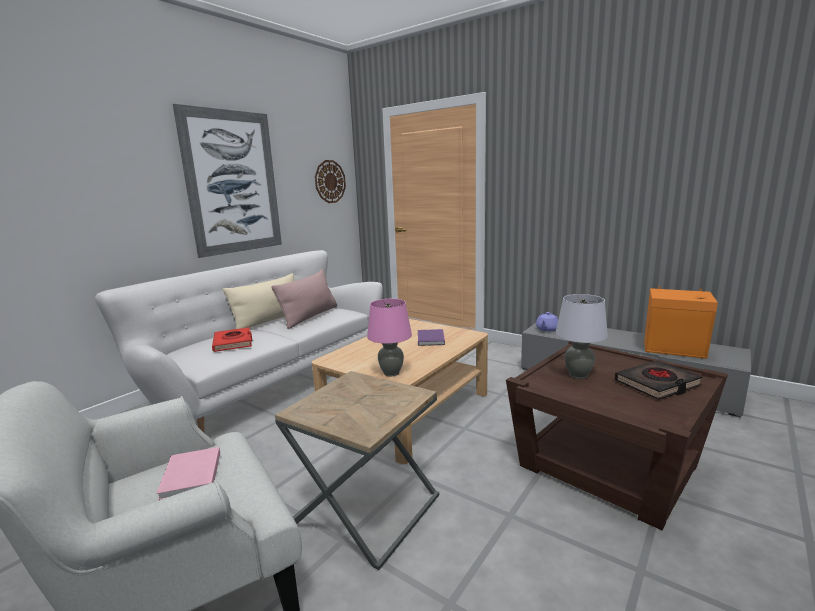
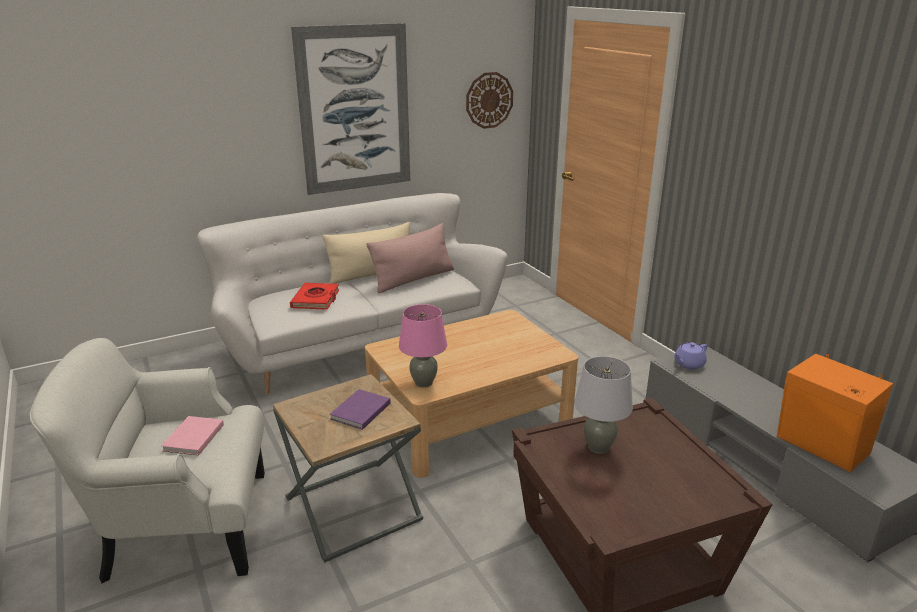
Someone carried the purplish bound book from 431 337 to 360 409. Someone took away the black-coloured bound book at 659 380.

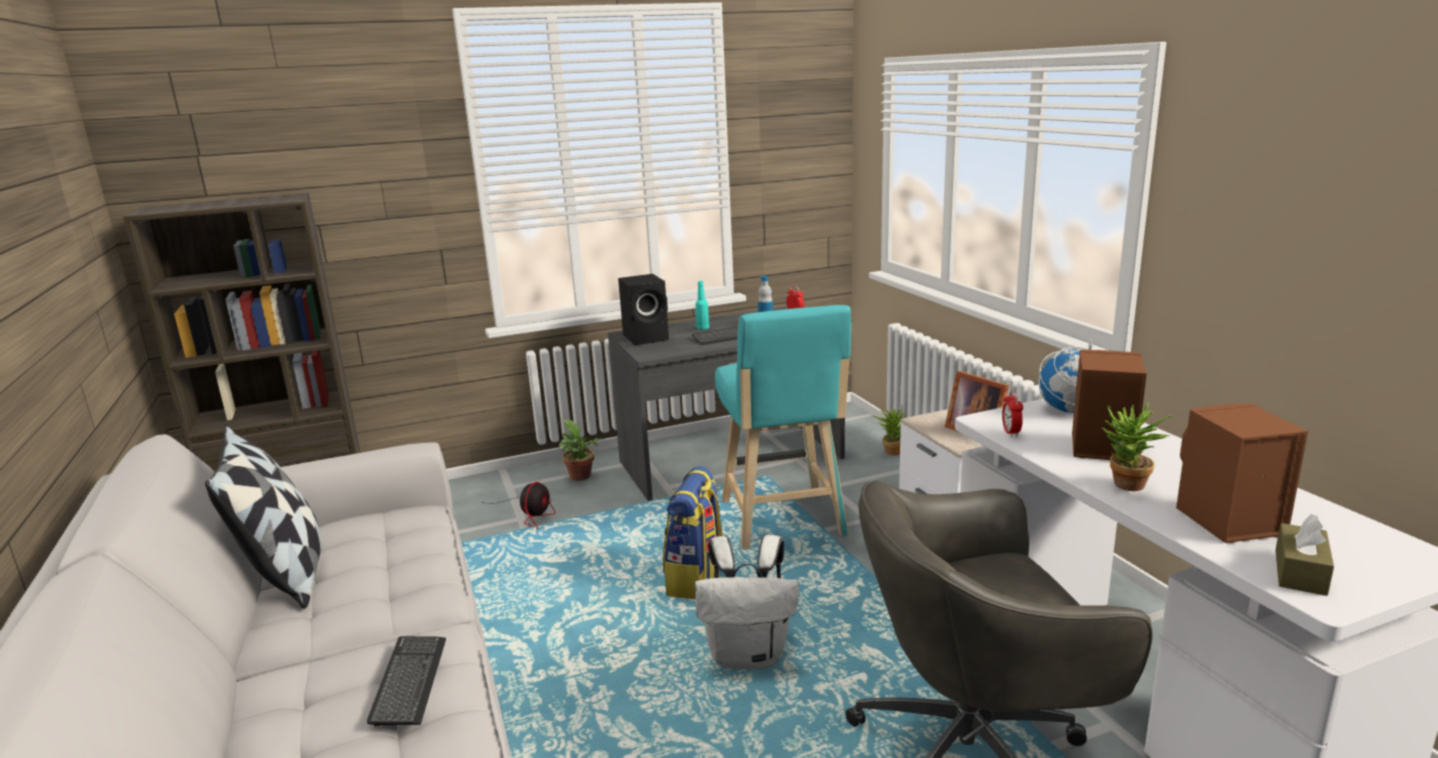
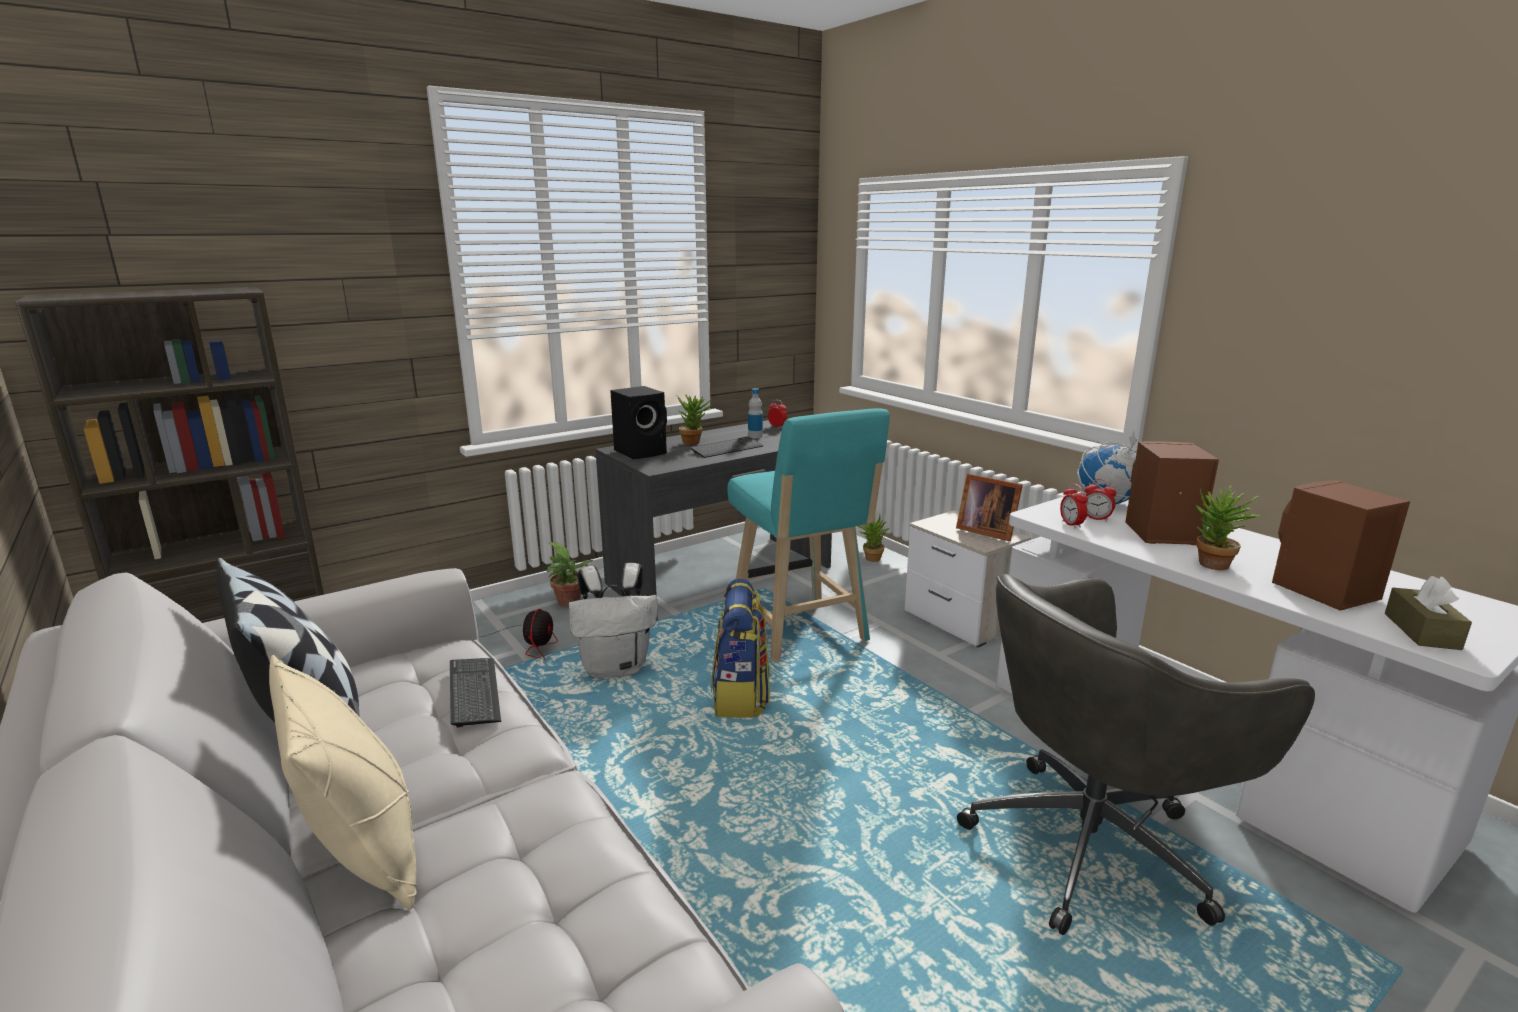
Someone swapped the turquoise-coloured bottle at 702 305 for the houseplant at 694 419. Someone carried the white rucksack from 747 602 to 613 620. Someone carried the keyboard from 406 681 to 475 693. Someone put down the bedside clock at 1100 500. Someone put down the beige pillow at 343 782.

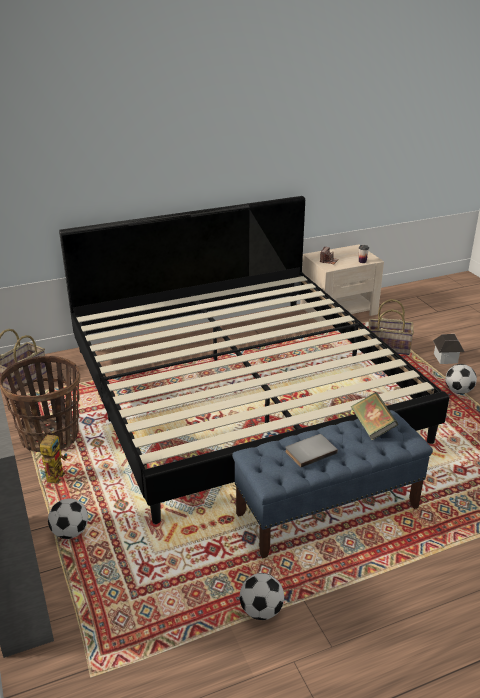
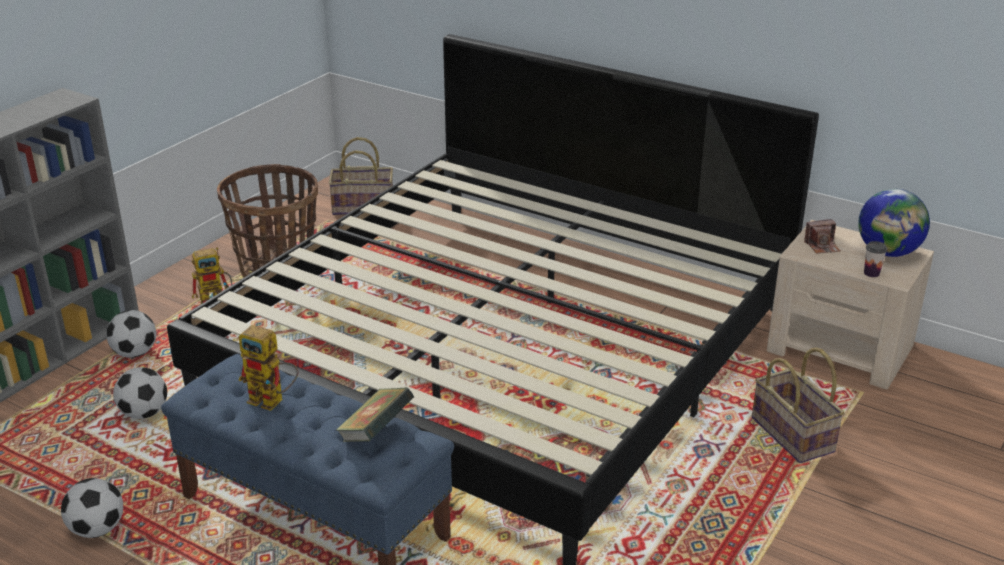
Someone took away the model house at 449 349. Someone carried the football ball from 461 379 to 140 393. Someone swapped the greyish bound book at 311 451 for the robot figure at 268 368. Someone put down the desk globe at 894 223.

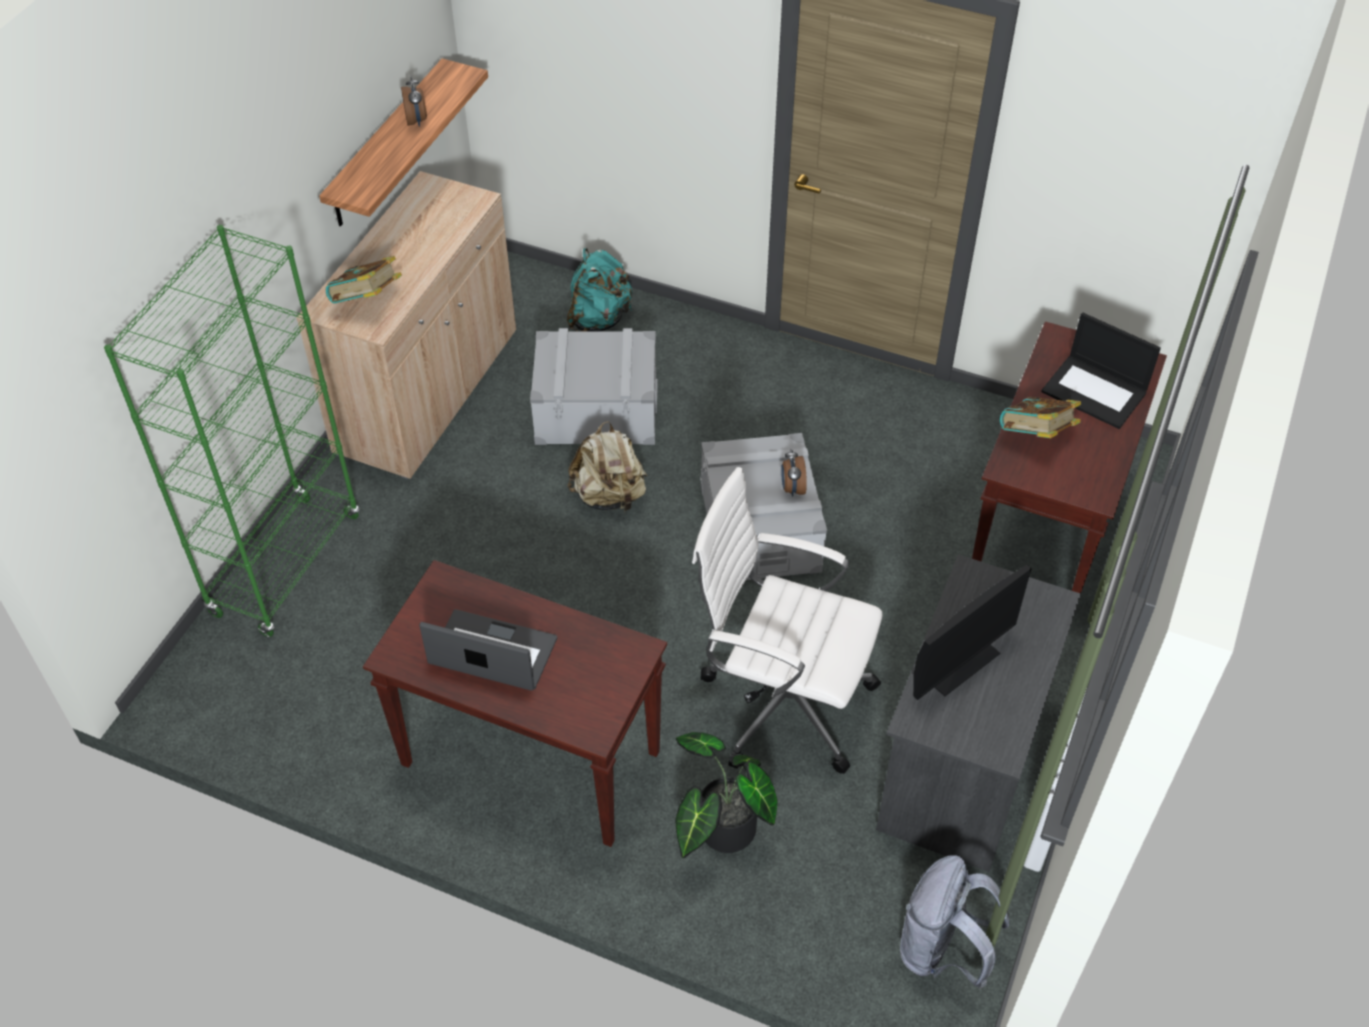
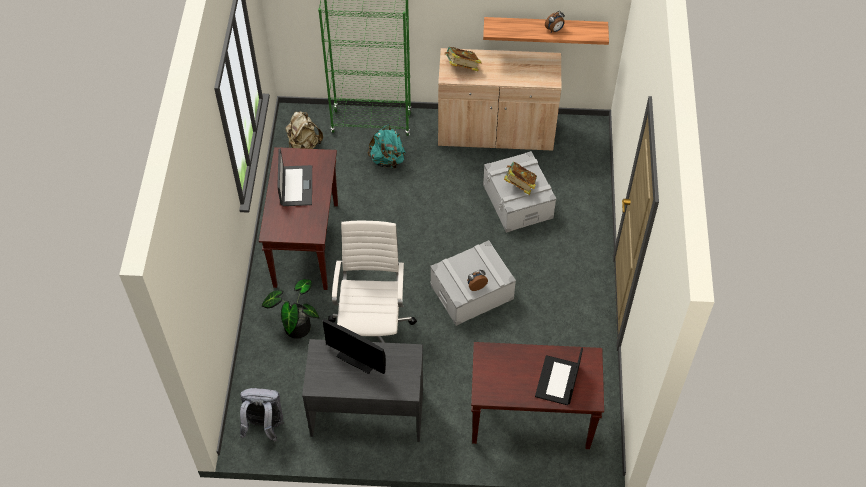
Someone carried the turquoise-coloured rucksack from 599 289 to 386 146. Someone carried the bound book from 1040 417 to 520 178. Someone carried the beige rucksack from 607 467 to 304 130.

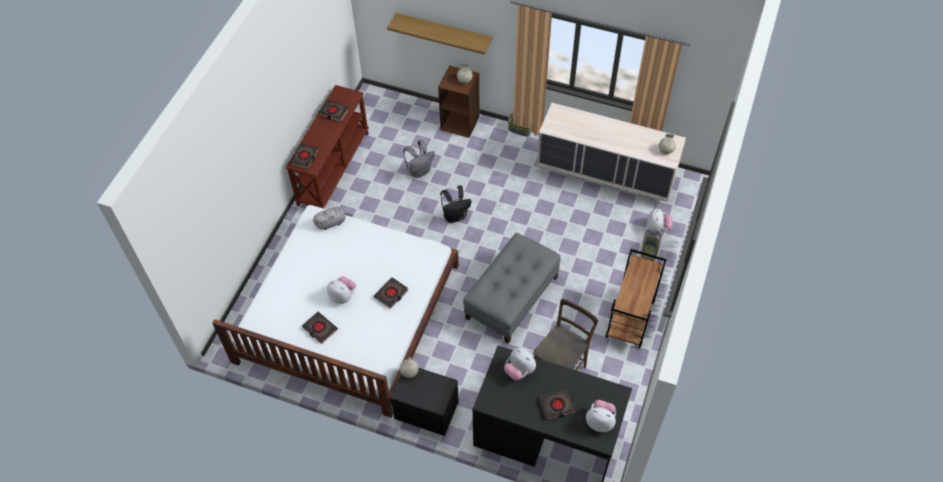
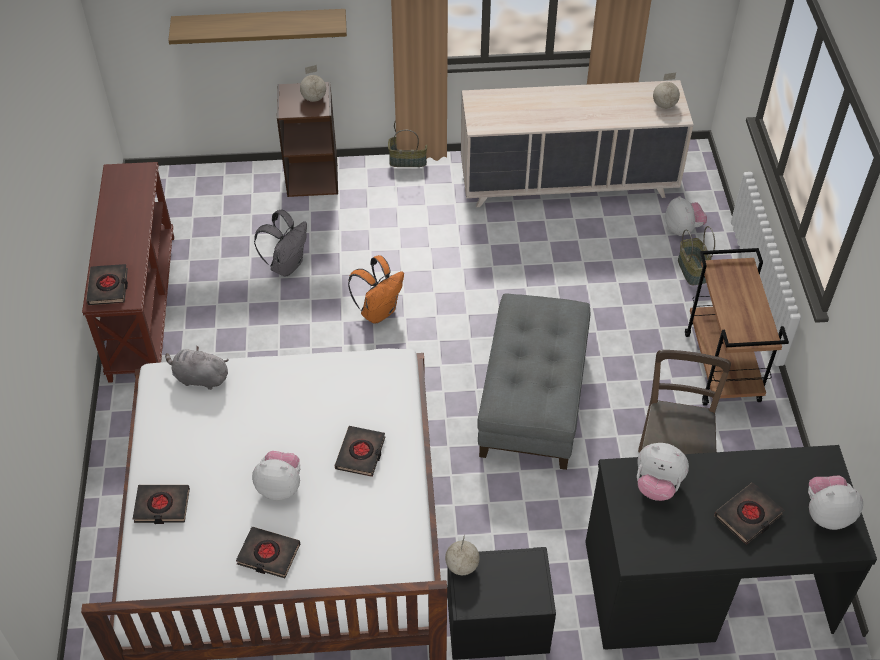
Someone carried the black-coloured bound book from 334 110 to 161 504. Someone repainted the black-coloured rucksack at 455 204, which became the orange rucksack at 376 289. Someone rotated the greyish soft toy at 333 218 by 120 degrees counterclockwise.

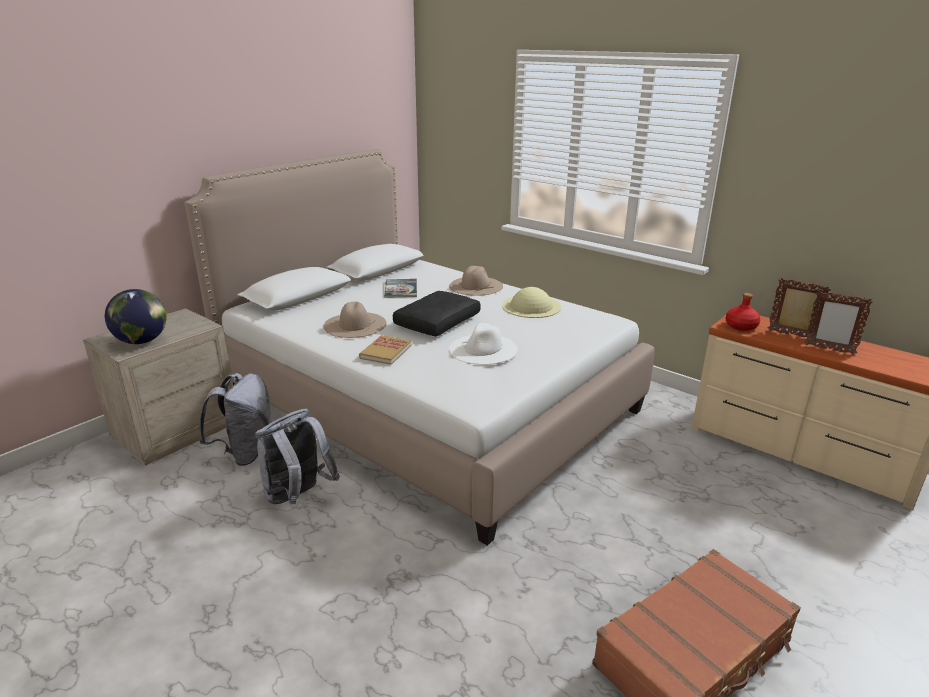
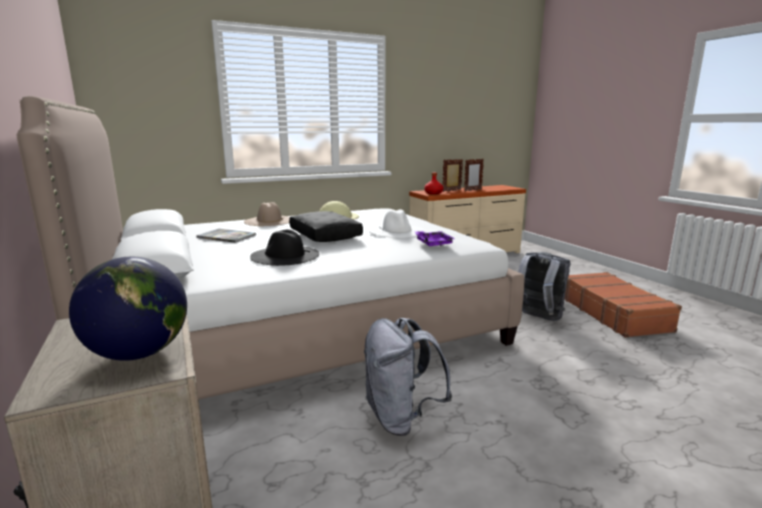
Someone repainted the beige wearable hat at 355 319, which became the black-coloured wearable hat at 285 247. Someone took away the bound book at 385 350. Someone carried the greyish rucksack from 235 419 to 544 286. Someone put down the purplish carrying tray at 435 238.

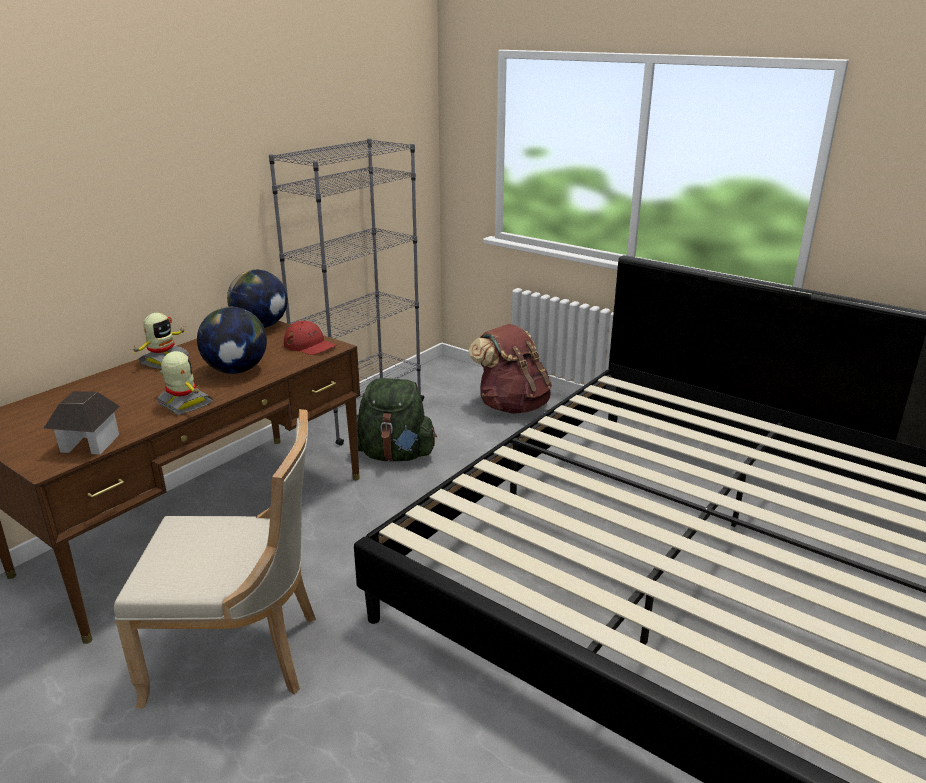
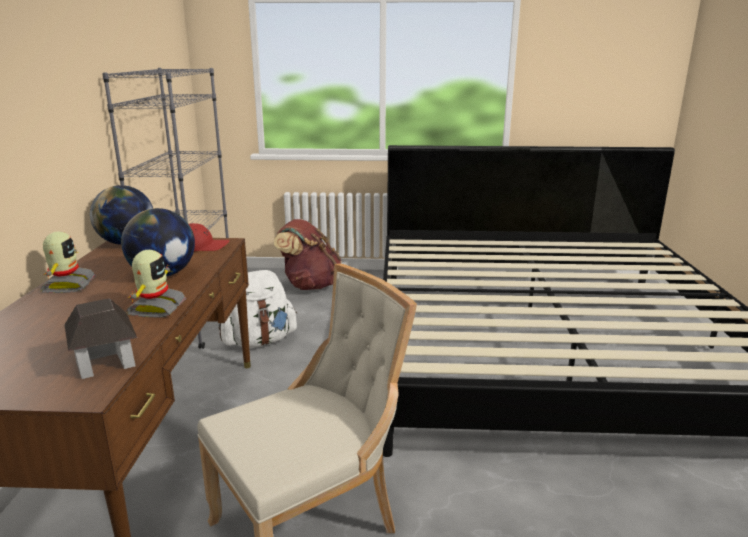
Someone rotated the robot figure at 185 383 by 90 degrees clockwise. Someone repainted the greenish rucksack at 397 420, which became the white rucksack at 258 309.

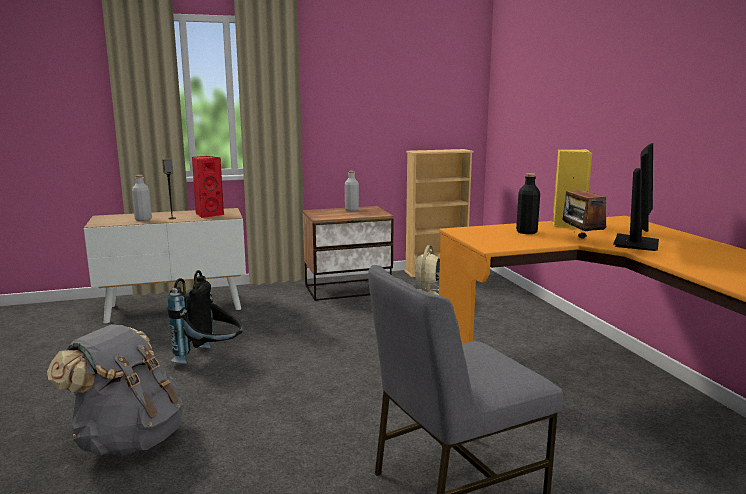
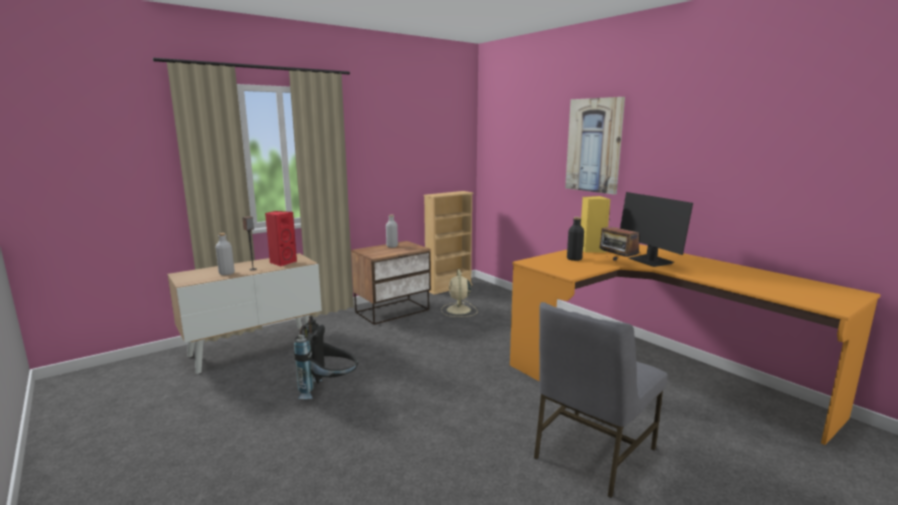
Someone rotated the computer screen at 636 197 by 150 degrees clockwise. Someone took away the greyish rucksack at 114 390. Someone put up the wall picture at 595 145.

